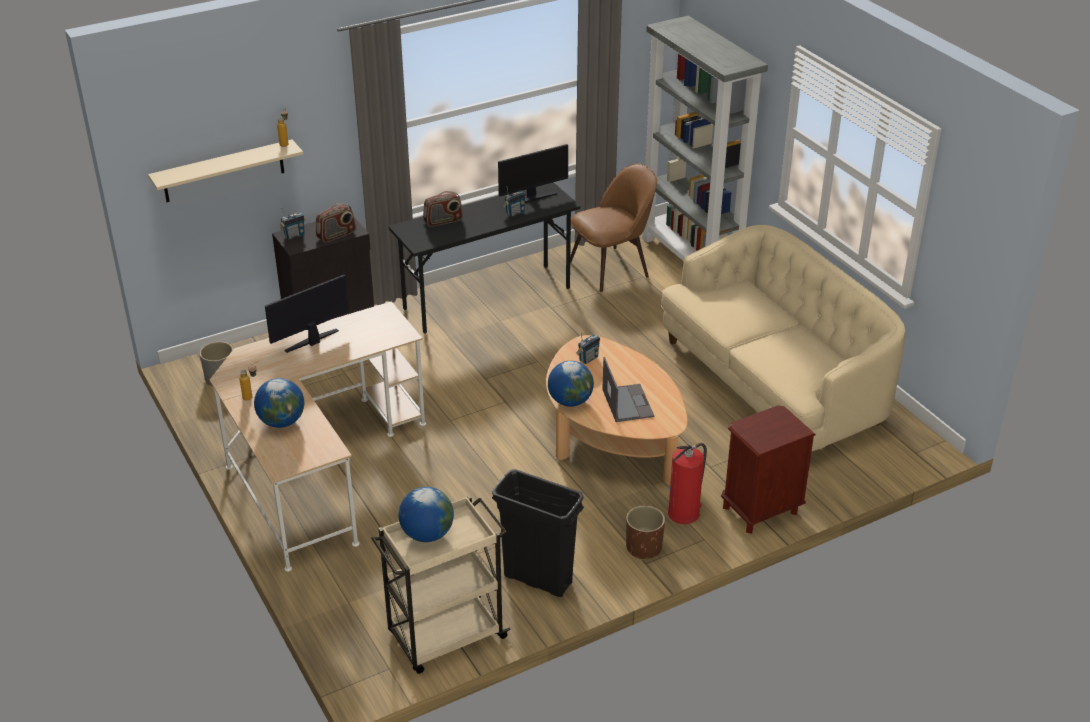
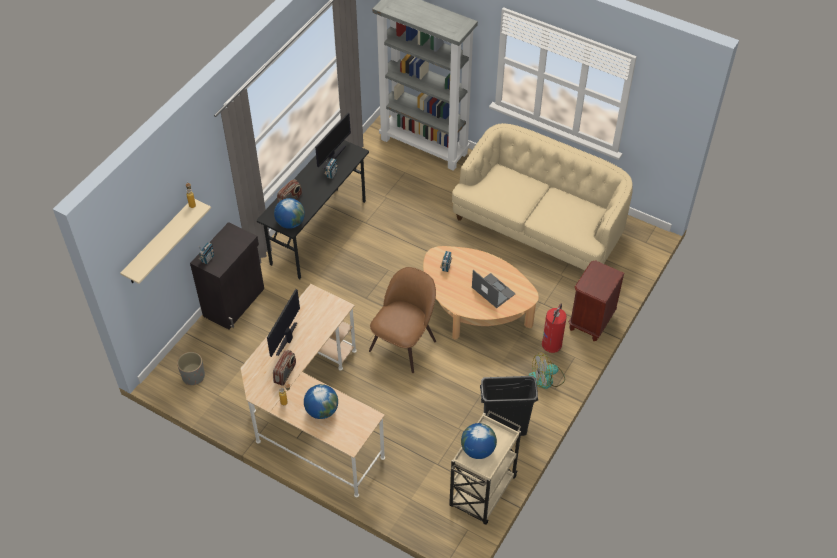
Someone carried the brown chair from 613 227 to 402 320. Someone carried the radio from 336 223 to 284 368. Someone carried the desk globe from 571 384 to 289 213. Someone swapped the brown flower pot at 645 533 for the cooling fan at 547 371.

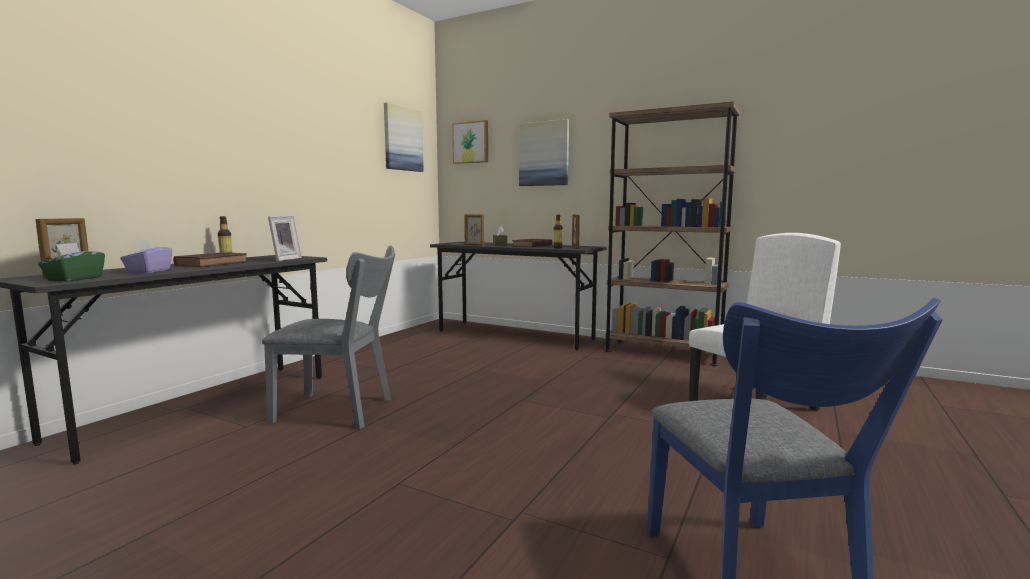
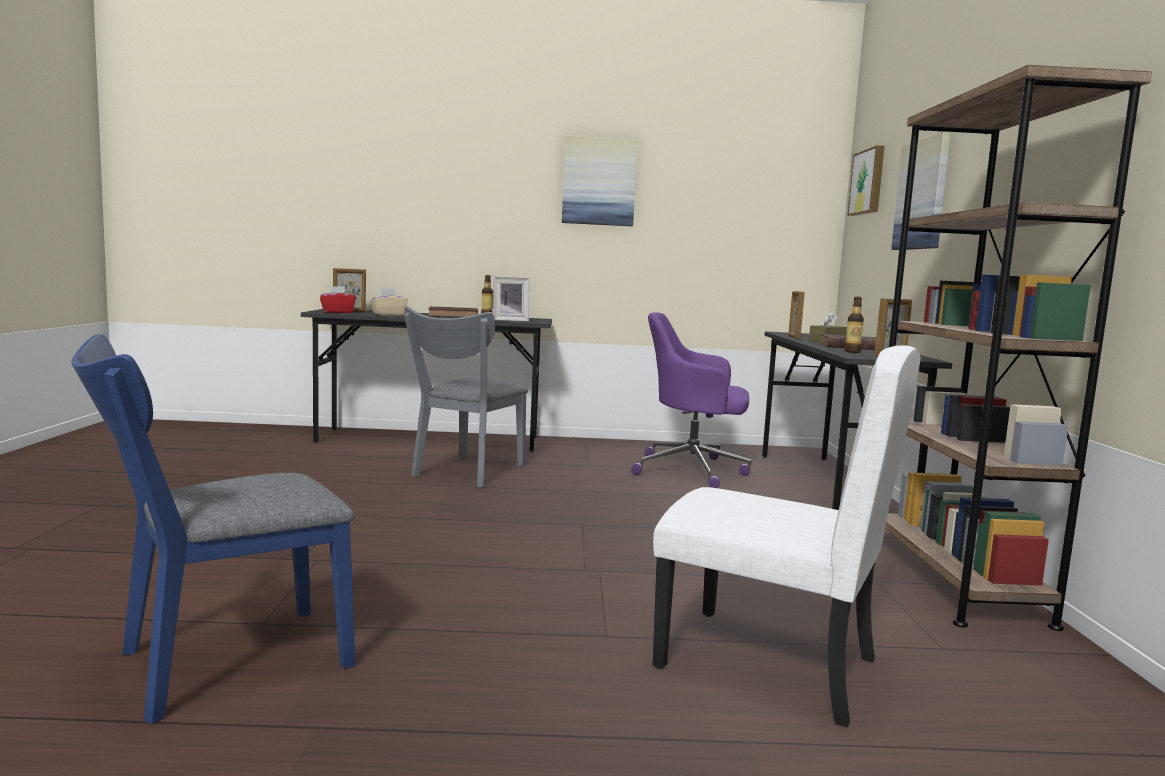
Someone carried the wall picture from 404 137 to 600 181. Someone repainted the purplish tissue holder at 146 256, which became the beige tissue holder at 389 301. Someone repainted the greenish tissue holder at 71 262, which became the reddish tissue holder at 338 299. Someone rotated the greyish chair at 328 337 by 45 degrees clockwise. Someone put down the purplish office chair at 691 400.

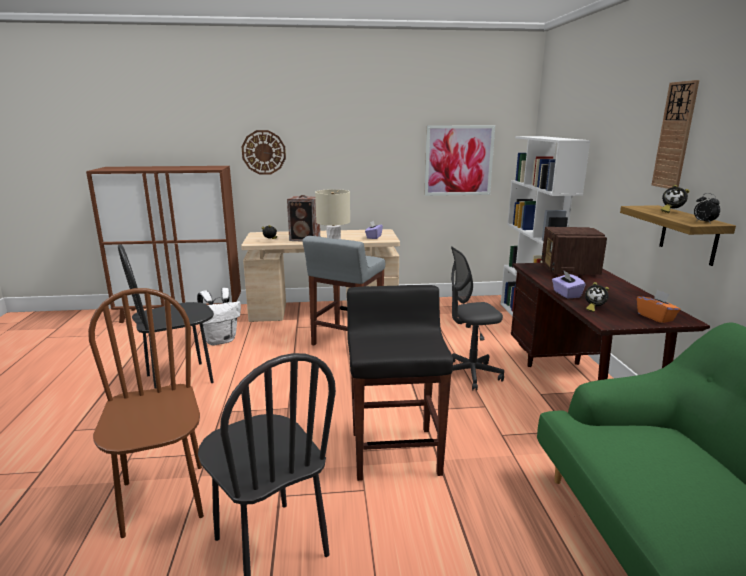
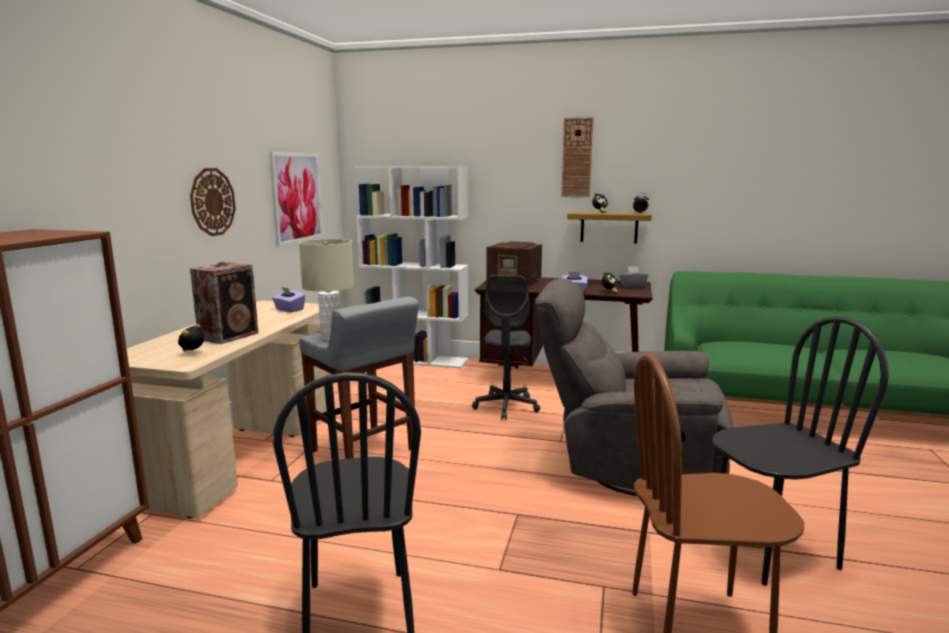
Someone carried the clock on the wall from 264 152 to 213 202. Someone swapped the black-coloured sitting stool at 400 383 for the greyish easy chair at 634 387. Someone took away the white rucksack at 219 317. Someone repainted the orange tissue holder at 659 306, which became the greyish tissue holder at 633 276.

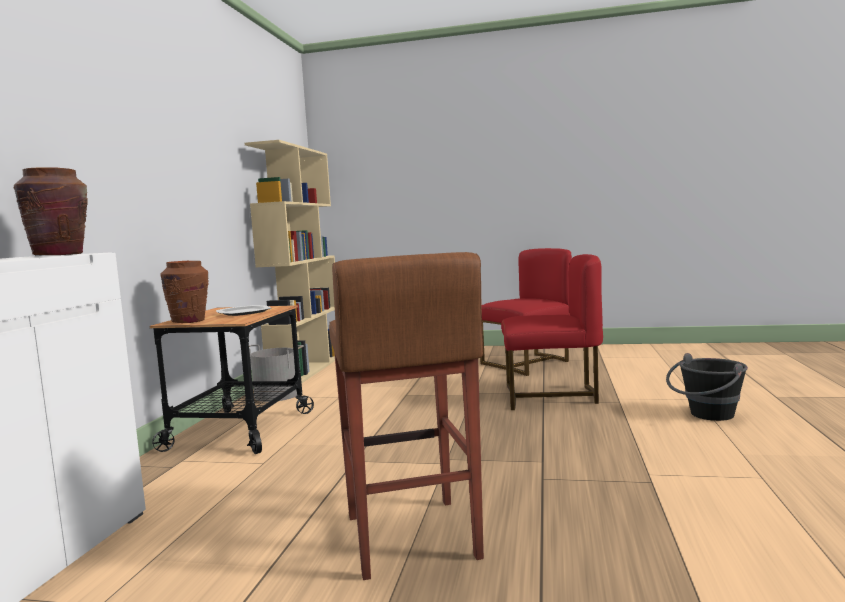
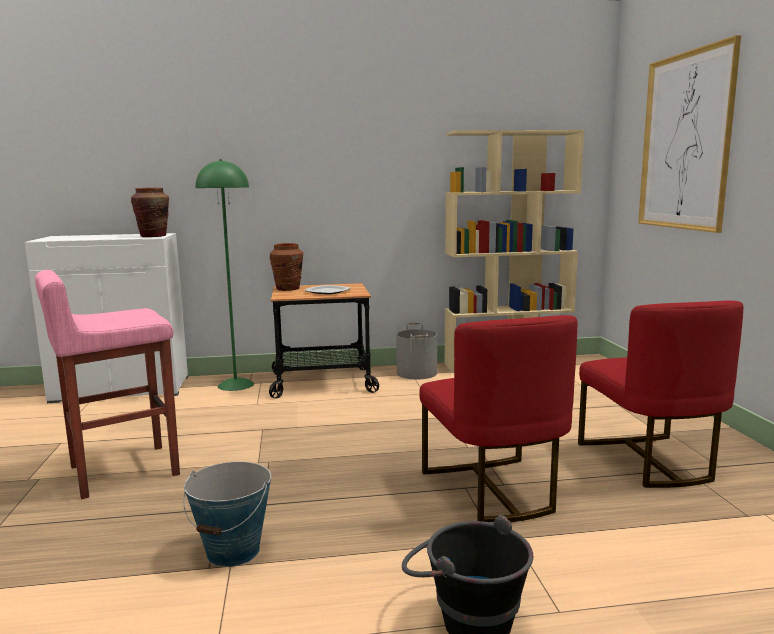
Someone rotated the reddish chair at 526 312 by 45 degrees clockwise. Someone repainted the brown sitting stool at 406 416, which became the pinkish sitting stool at 107 384. Someone put up the wall picture at 689 134. Someone put down the greenish standing lamp at 225 275. Someone put down the pail at 227 514.

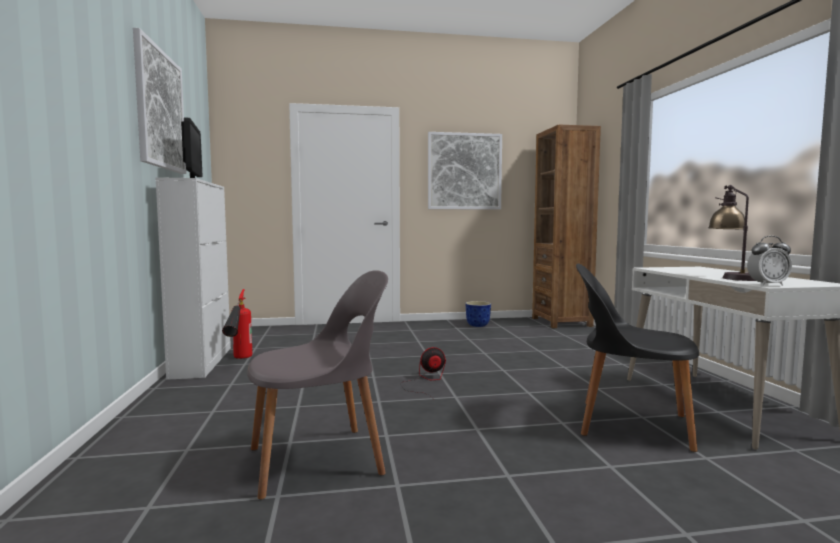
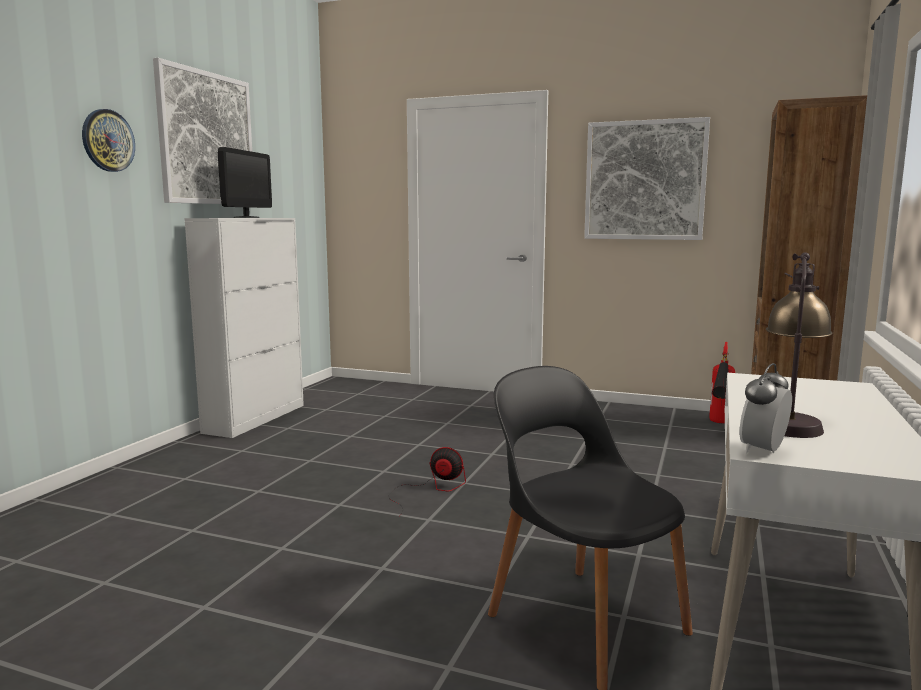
Someone rotated the bedside clock at 769 261 by 105 degrees clockwise. Someone took away the greyish chair at 317 385. Someone carried the extinguisher from 237 324 to 722 382. Someone took away the flower pot at 478 314. Someone put up the clock on the wall at 108 140.

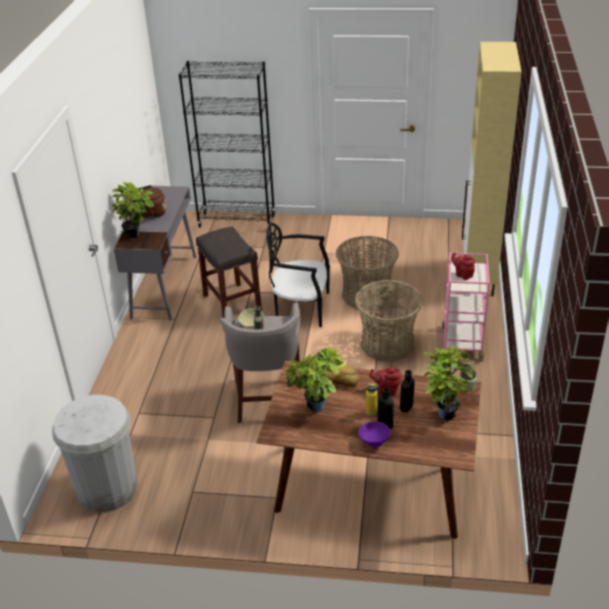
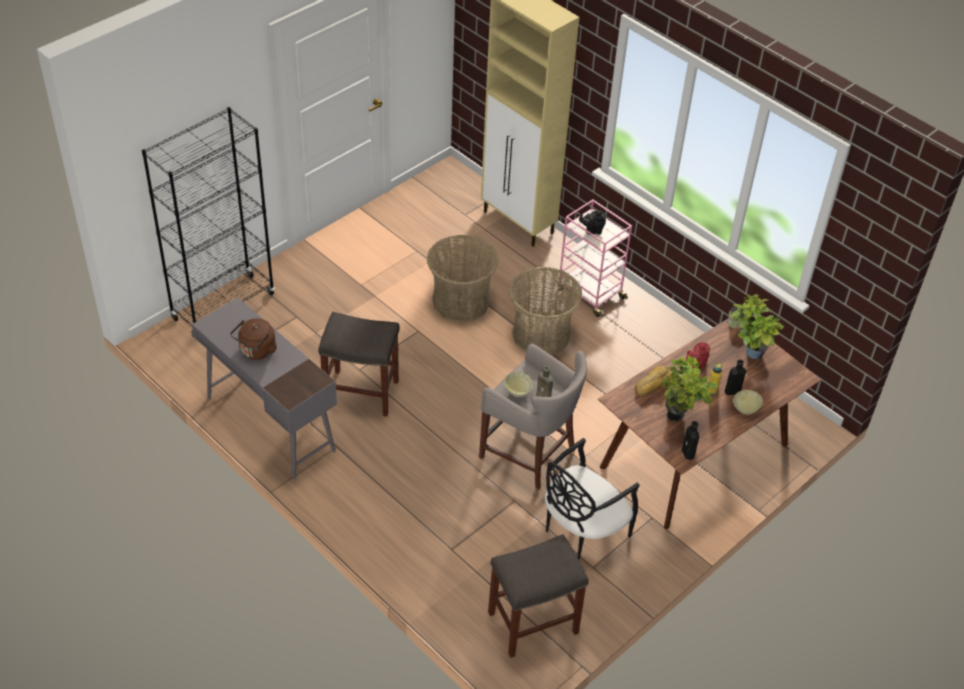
Someone took away the houseplant at 132 210. Someone carried the black-coloured chair from 298 275 to 592 499. Someone repainted the reddish tea pot at 463 266, which became the black-coloured tea pot at 592 222. Someone carried the black-coloured bottle from 407 391 to 690 440. Someone swapped the white trash can at 95 453 for the greyish sitting stool at 538 596. Someone repainted the purplish bowl at 374 434, which became the beige bowl at 748 402.

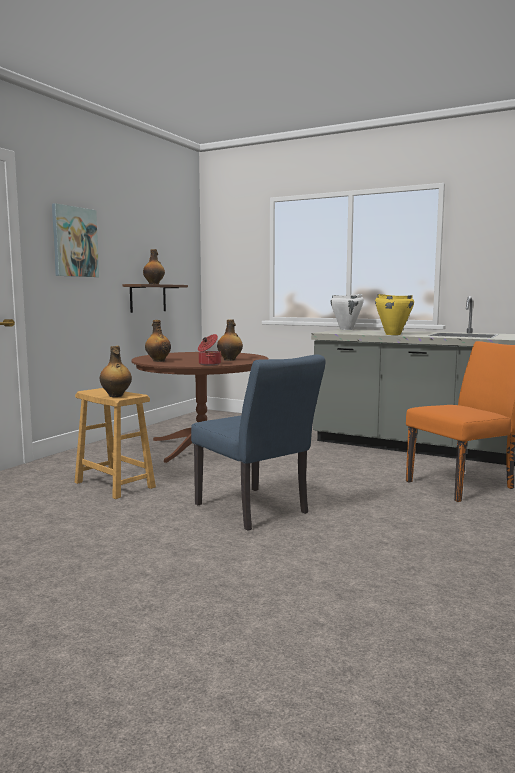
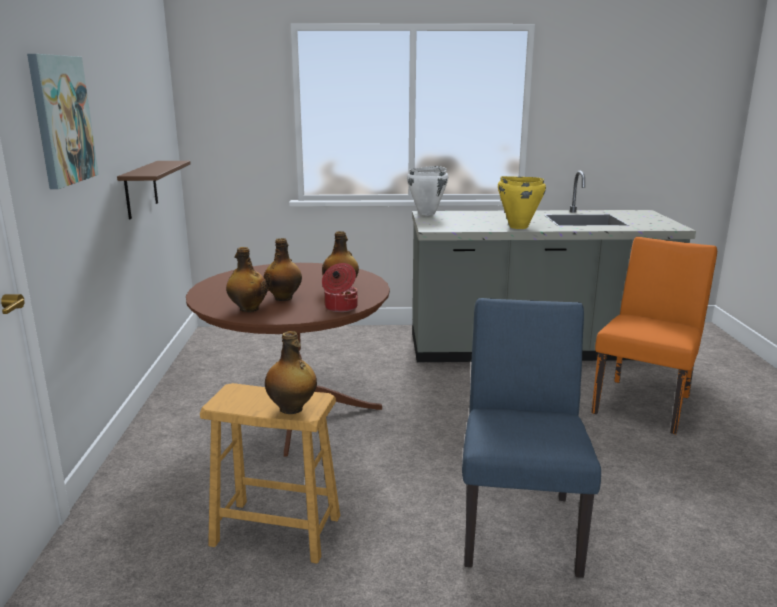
Someone carried the bottle from 154 266 to 283 269. Someone rotated the bluish chair at 258 442 by 105 degrees counterclockwise.

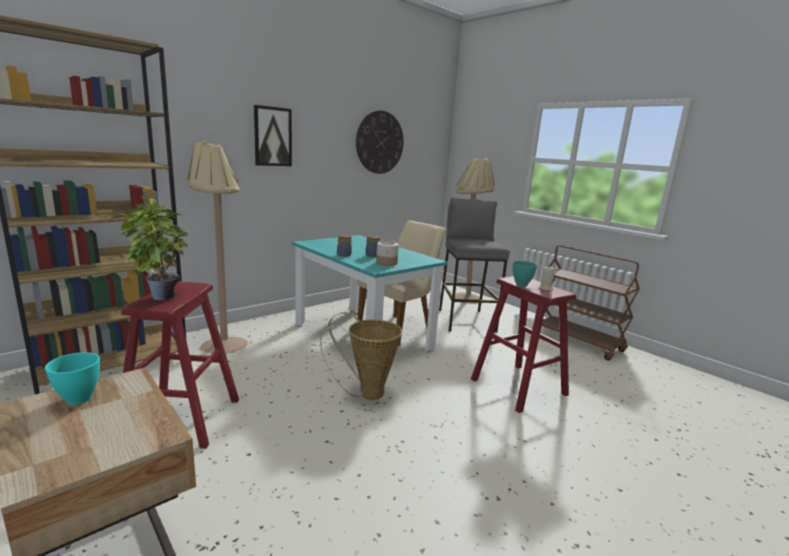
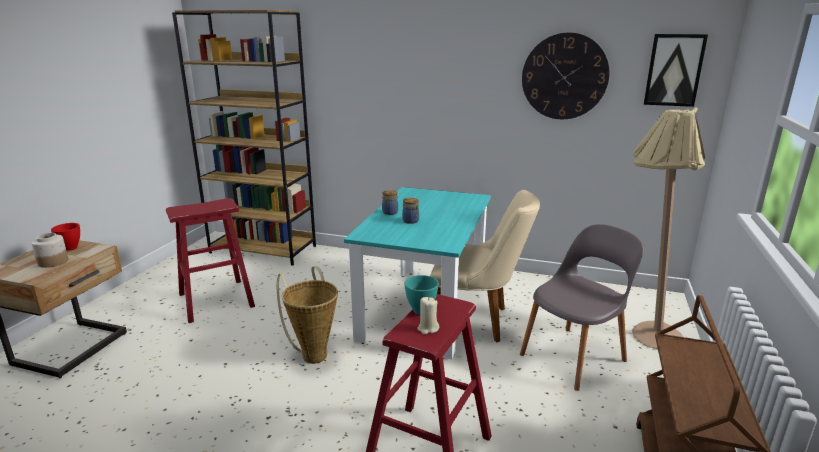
Someone carried the wall picture from 273 135 to 676 70. Someone took away the beige standing lamp at 217 247. Someone took away the houseplant at 148 248. Someone swapped the greyish sitting stool at 474 265 for the greyish chair at 582 307. Someone carried the storage jar from 387 252 to 50 250. Someone repainted the turquoise-coloured bowl at 72 378, which became the reddish bowl at 65 237.

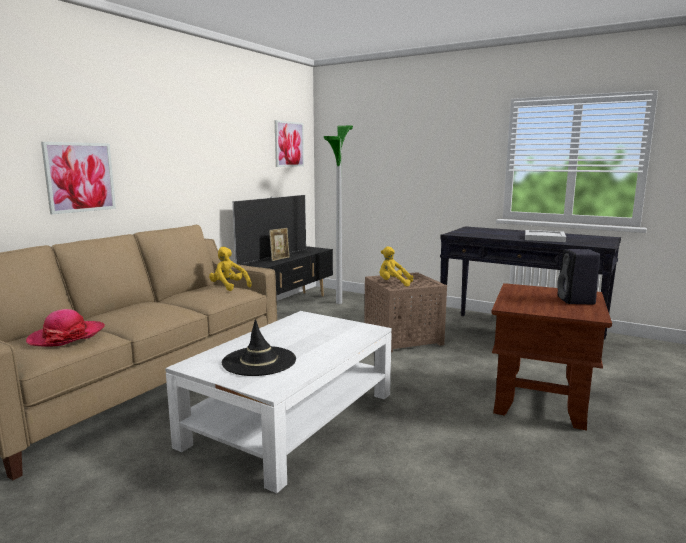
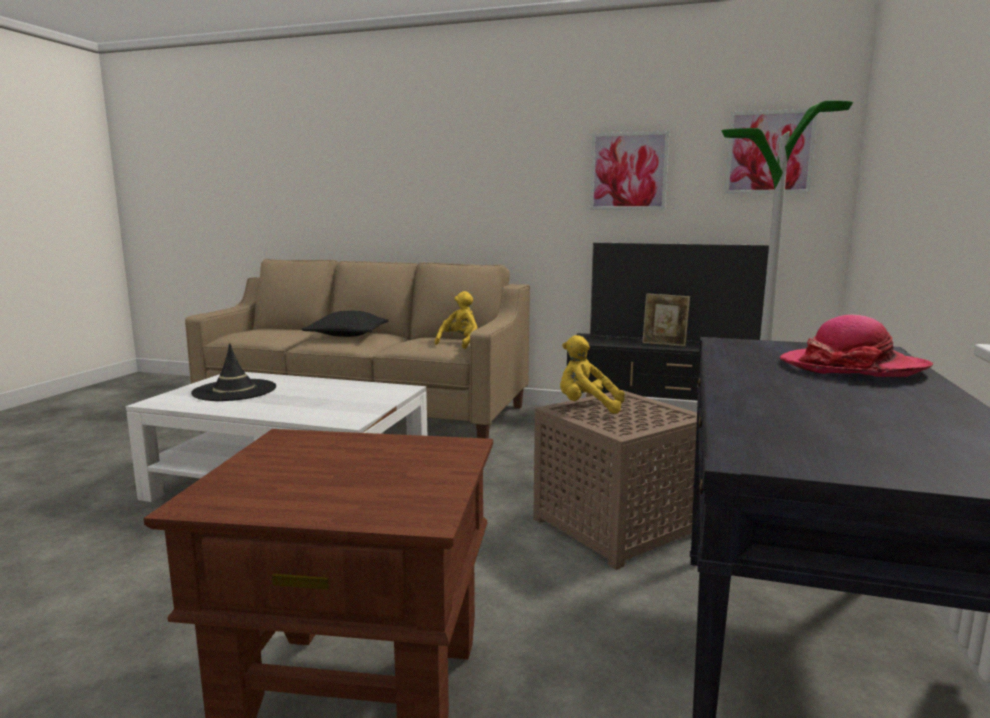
Someone carried the wall picture from 78 178 to 629 170. Someone took away the white carrying tray at 545 236. Someone rotated the yellow-coloured soft toy at 396 266 by 75 degrees counterclockwise. Someone took away the black-coloured loudspeaker at 578 276. Someone carried the wearable hat from 65 328 to 856 346. Someone put down the black-coloured pillow at 345 324.

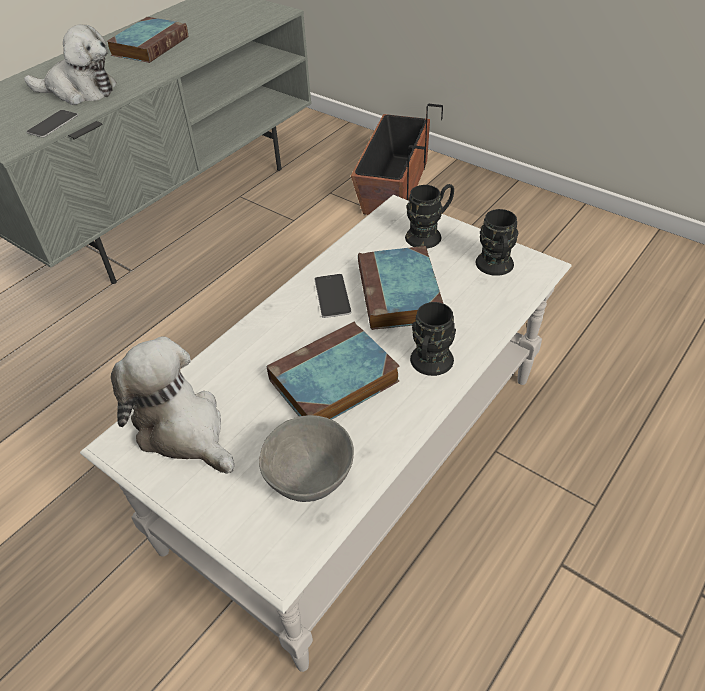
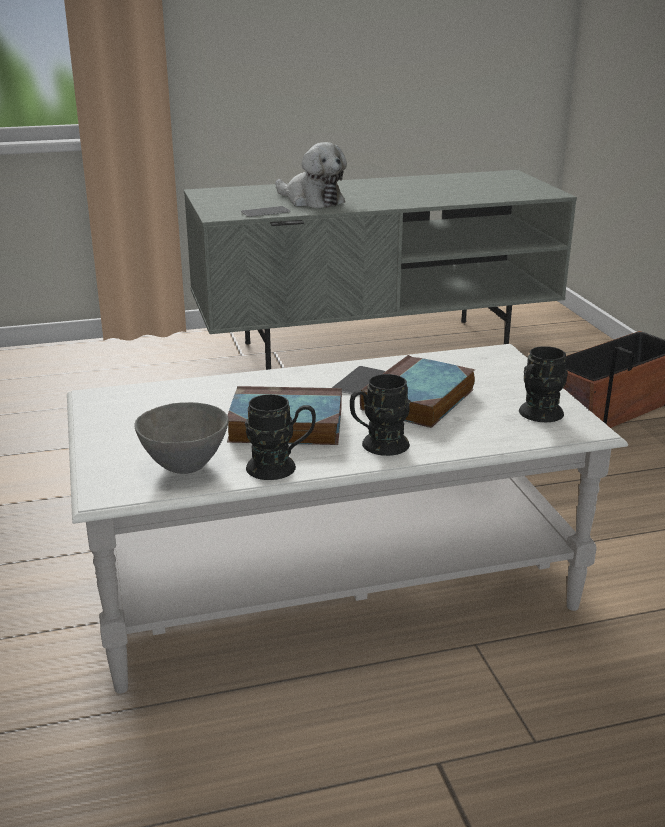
Someone took away the bound book at 147 40. Someone carried the black-coloured coffee mug from 429 216 to 280 437. Someone took away the soft toy at 172 405.

